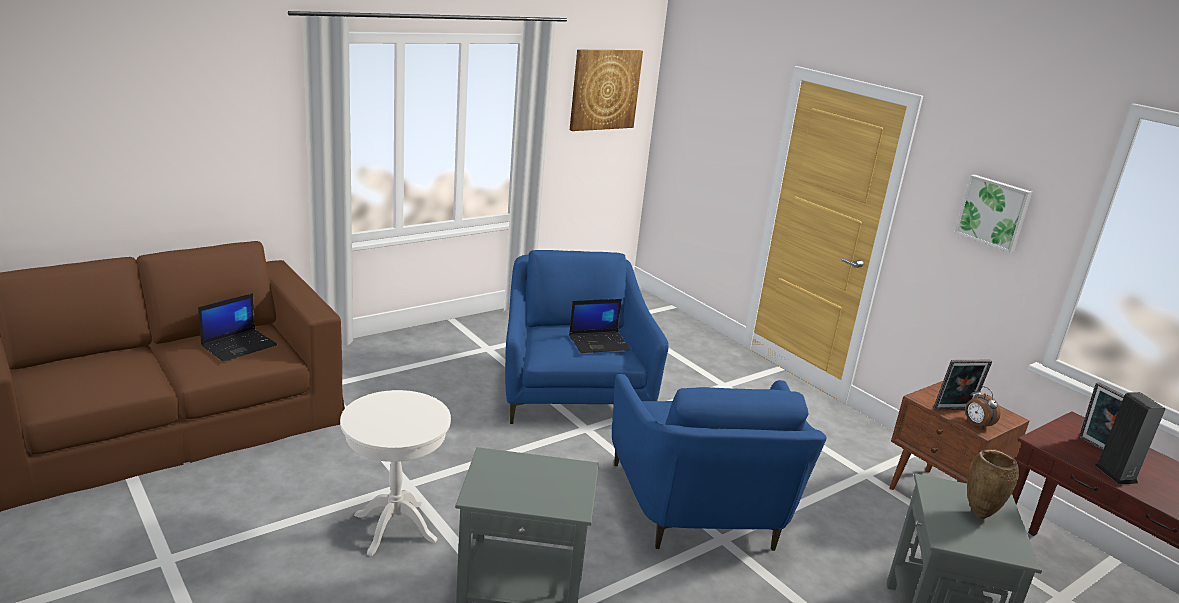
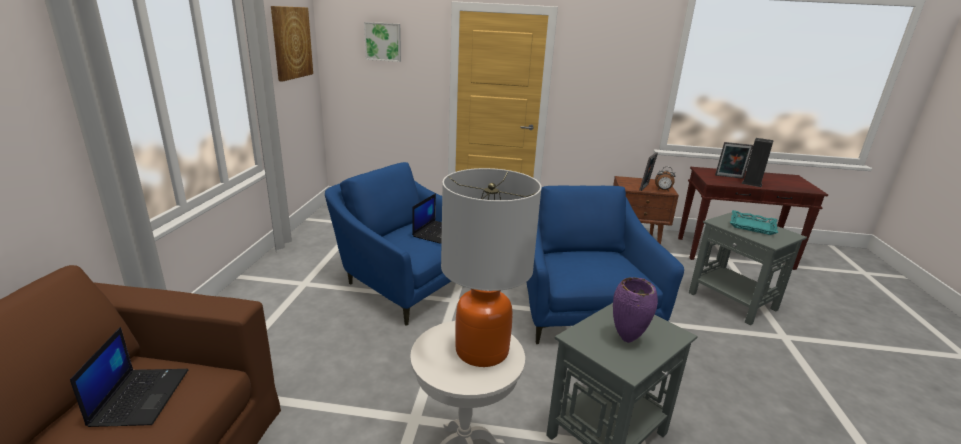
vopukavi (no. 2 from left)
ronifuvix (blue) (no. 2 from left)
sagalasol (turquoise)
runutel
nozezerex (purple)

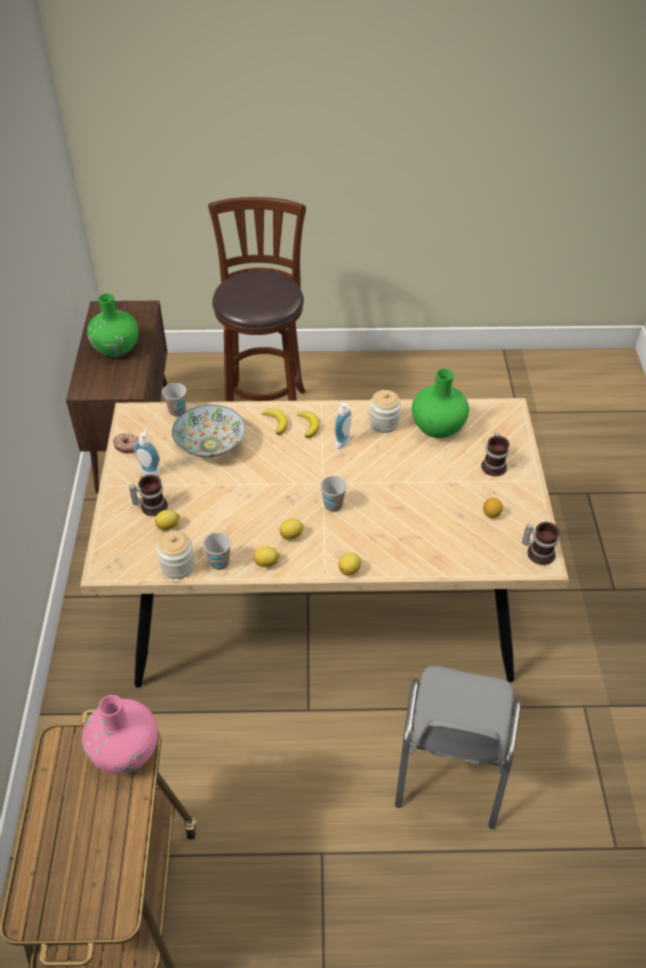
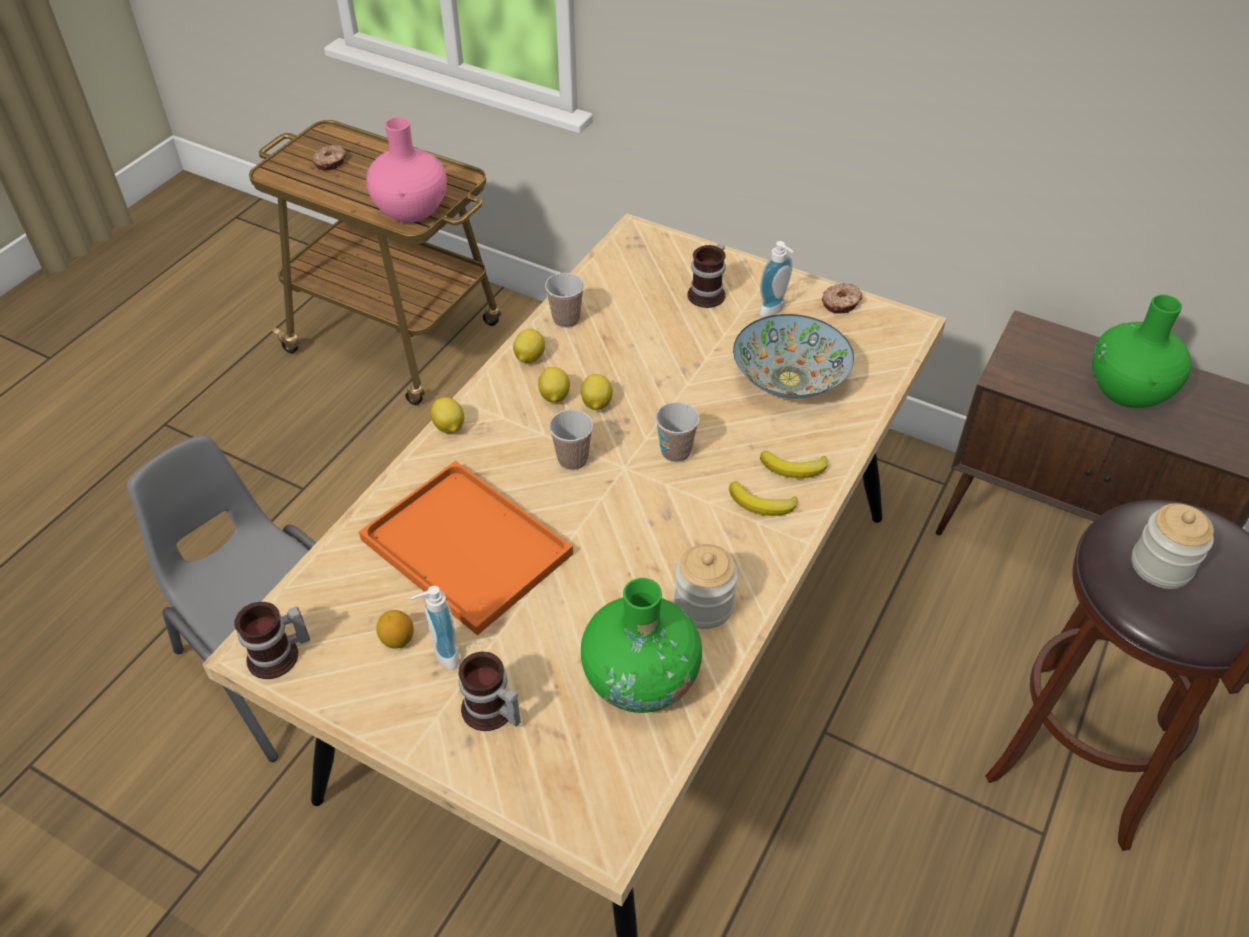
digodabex (no. 3 from left)
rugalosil (no. 1 from left)
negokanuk (no. 5 from left)
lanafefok (no. 2 from left)
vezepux (no. 1 from left)
sagalasol (orange)

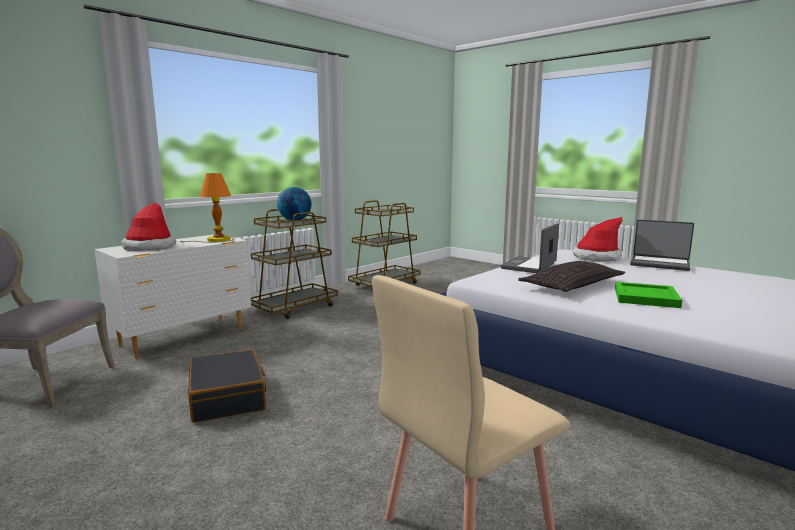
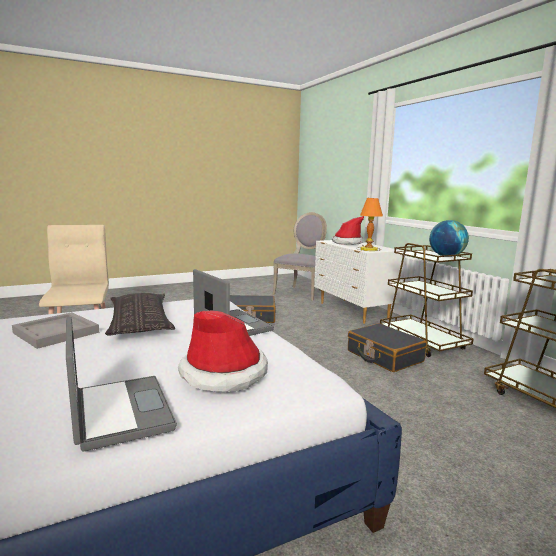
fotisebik (no. 1 from left)
sagalasol (grey)
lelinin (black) (no. 2 from left)

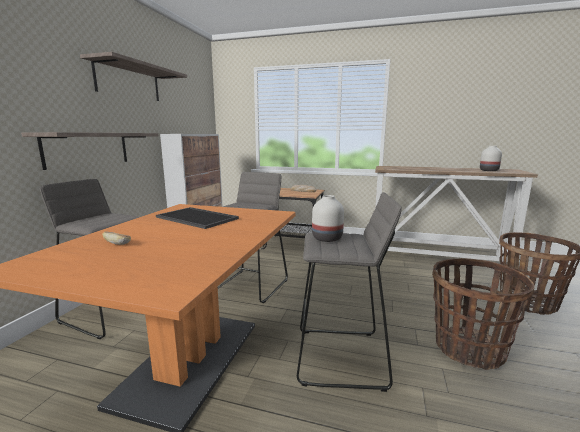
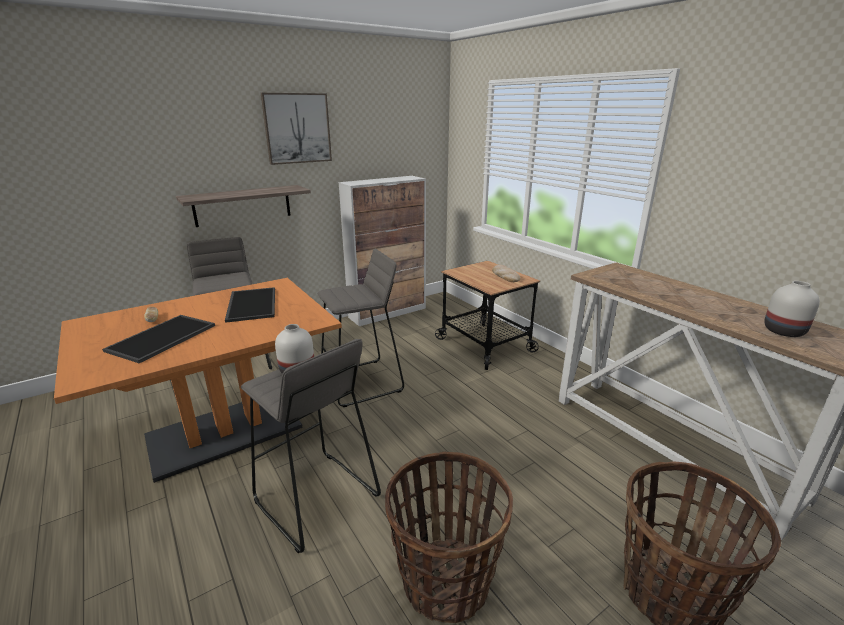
vopukavi
sagalasol (no. 1 from left)

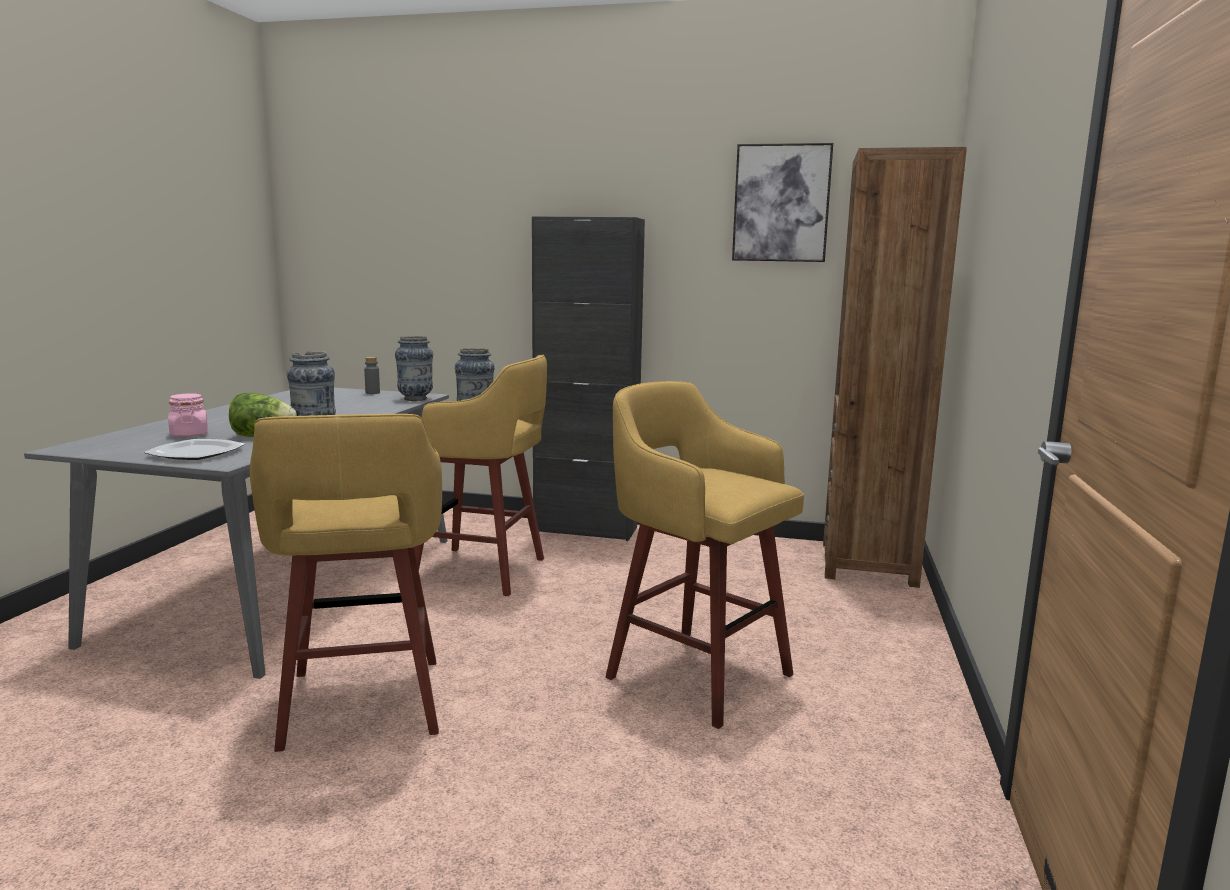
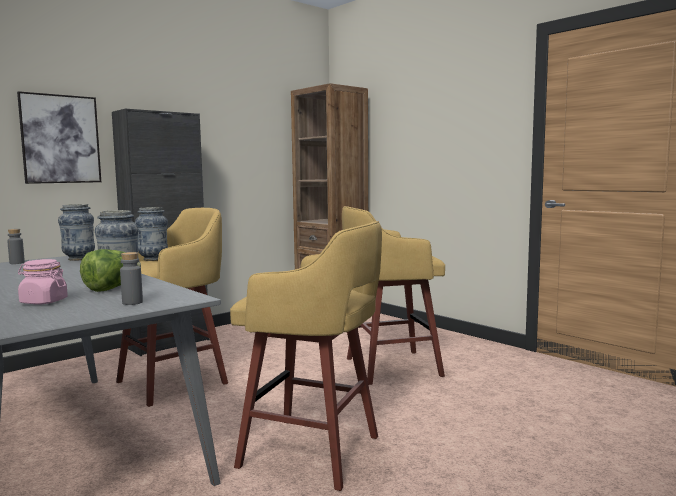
vopukavi
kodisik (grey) (no. 2 from left)

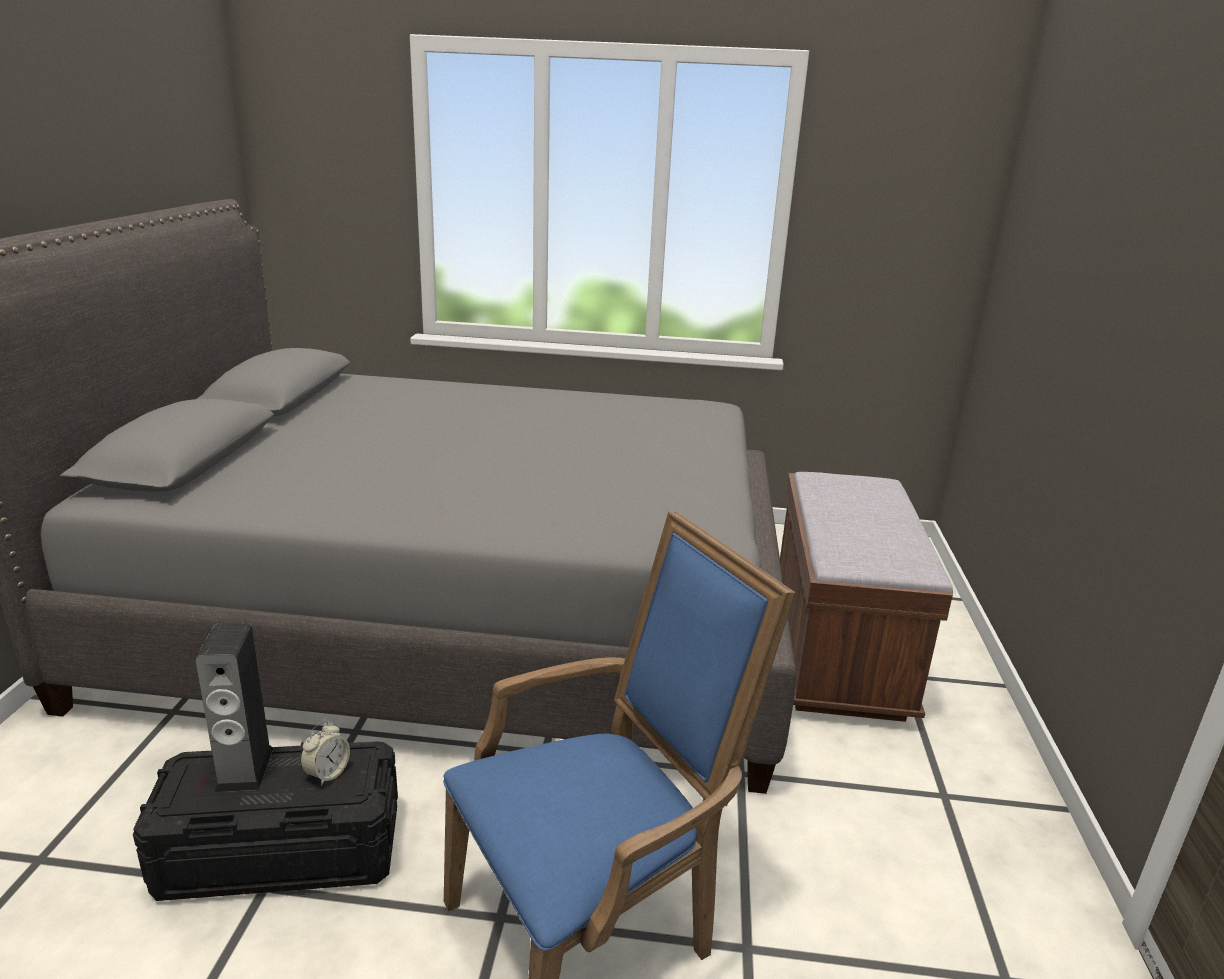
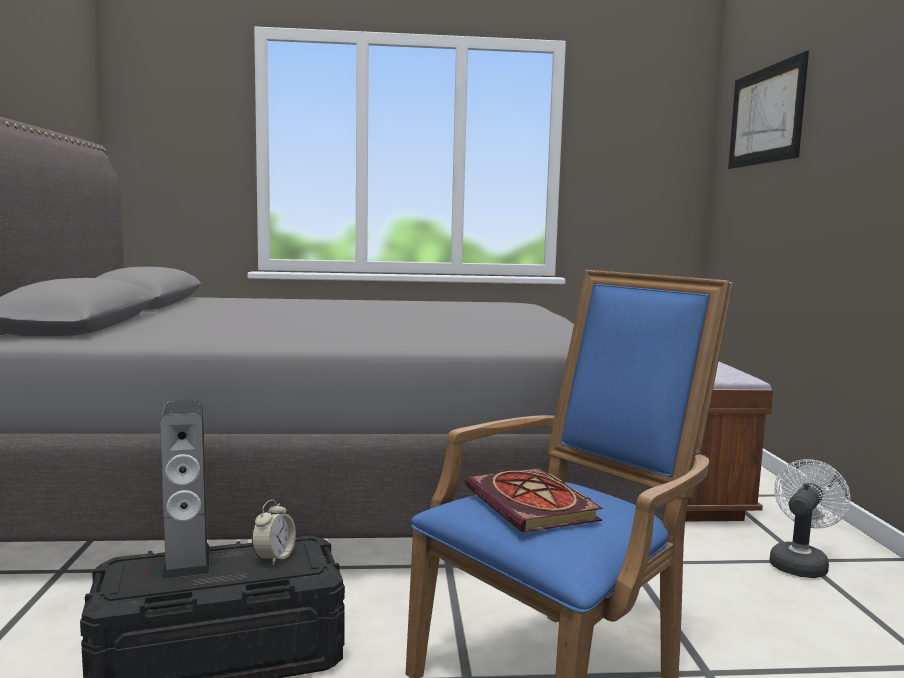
vopukavi
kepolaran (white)
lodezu

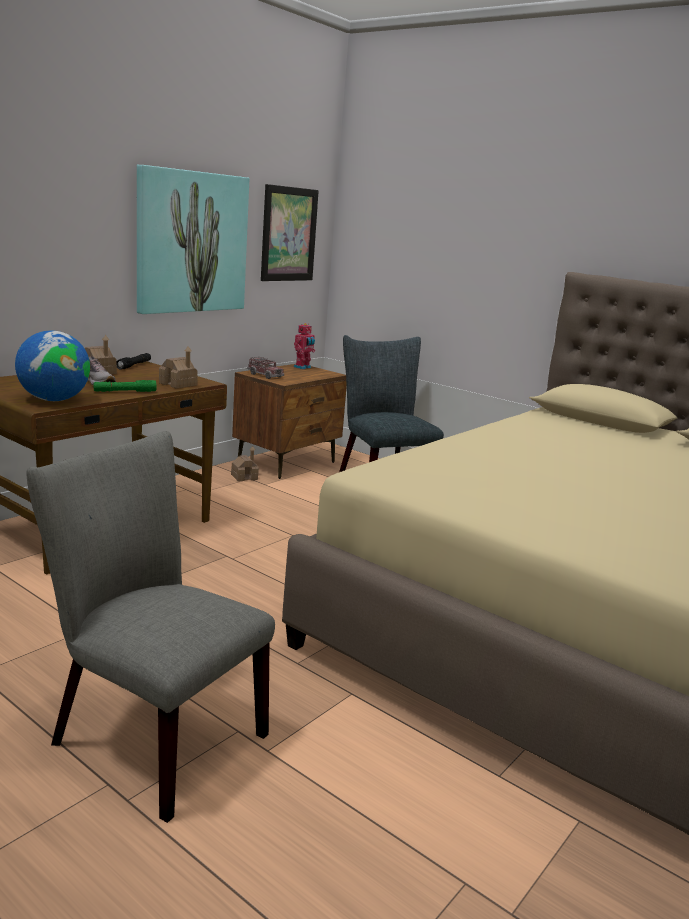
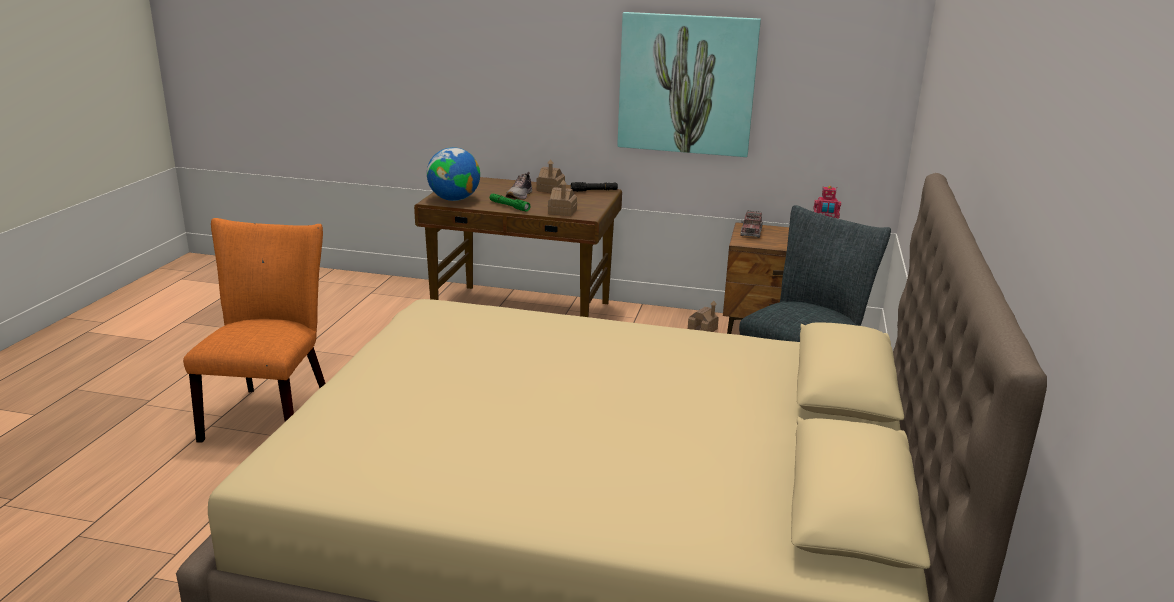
vopukavi (no. 2 from left in the first image)
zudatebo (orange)

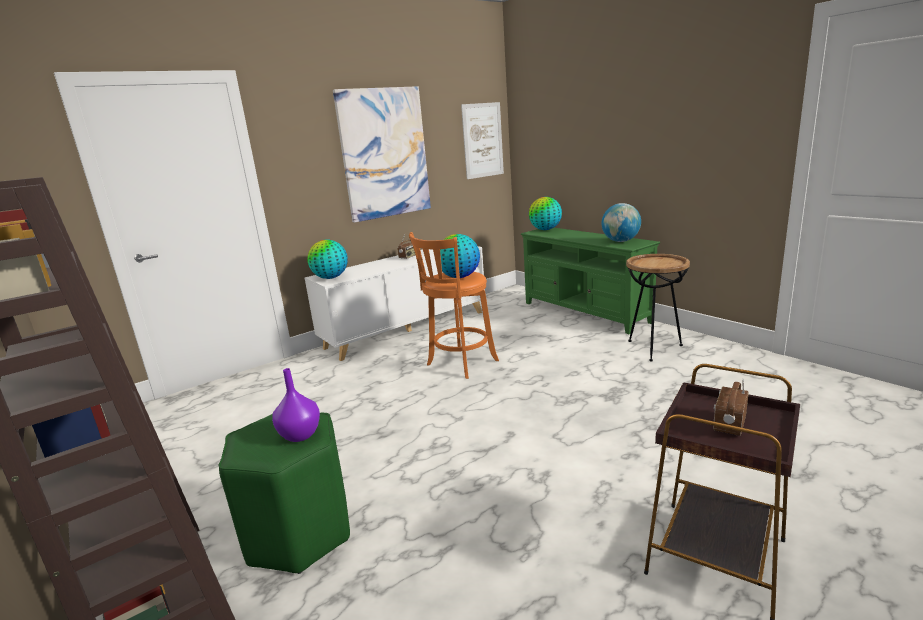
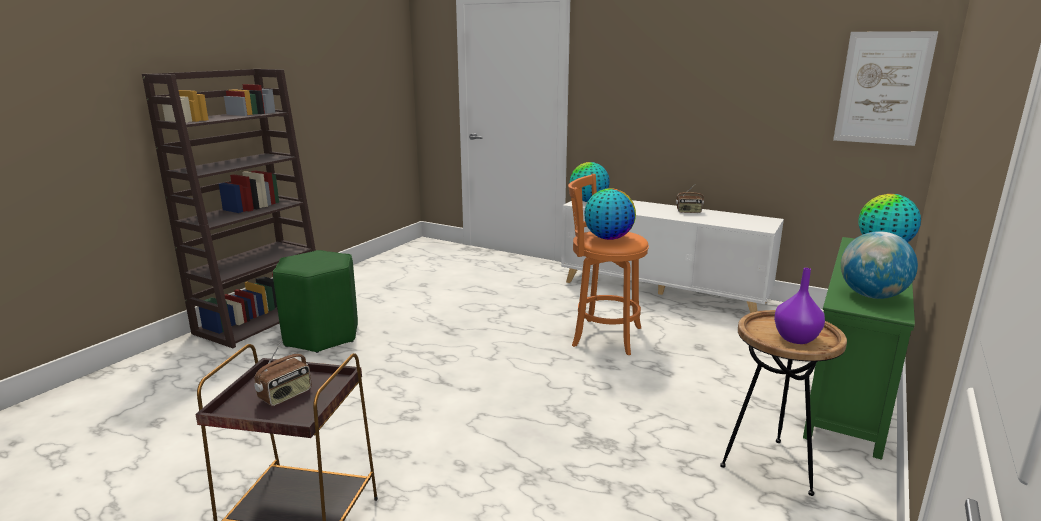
vopukavi (no. 1 from left in the first image)
nozezerex (purple)
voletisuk (no. 1 from left)

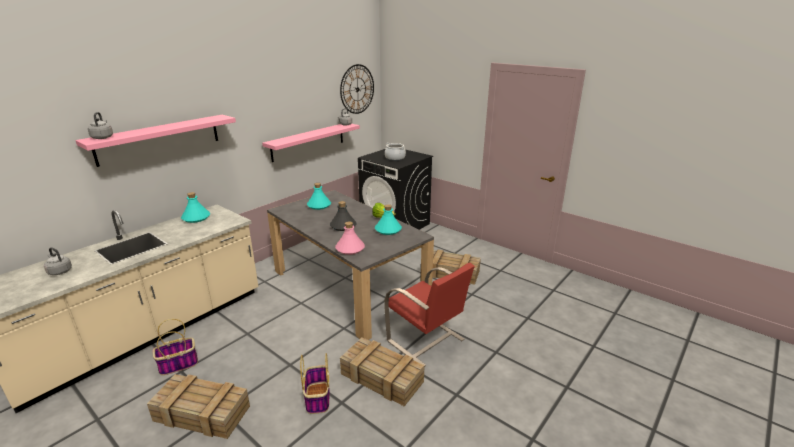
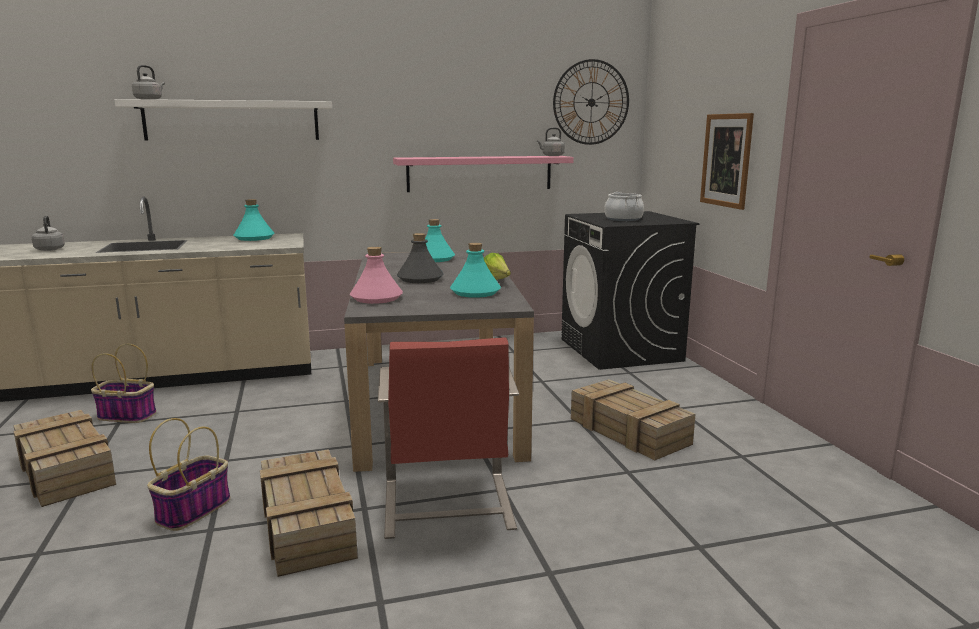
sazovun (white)
vopukavi

